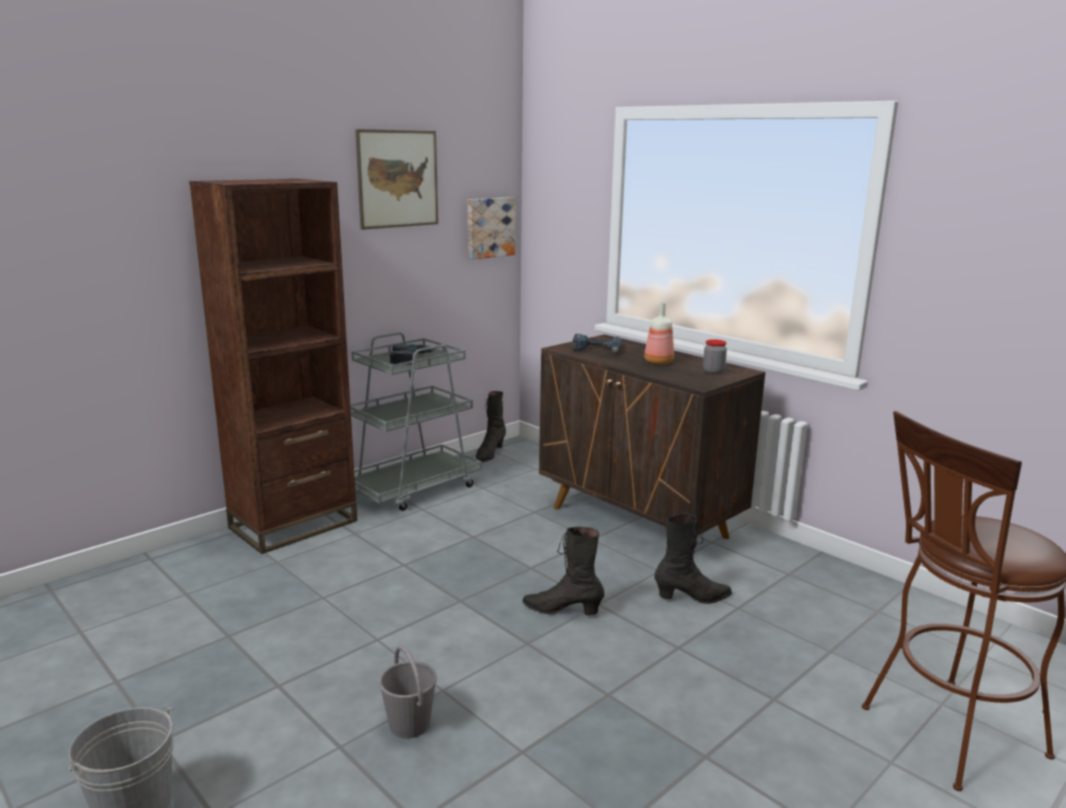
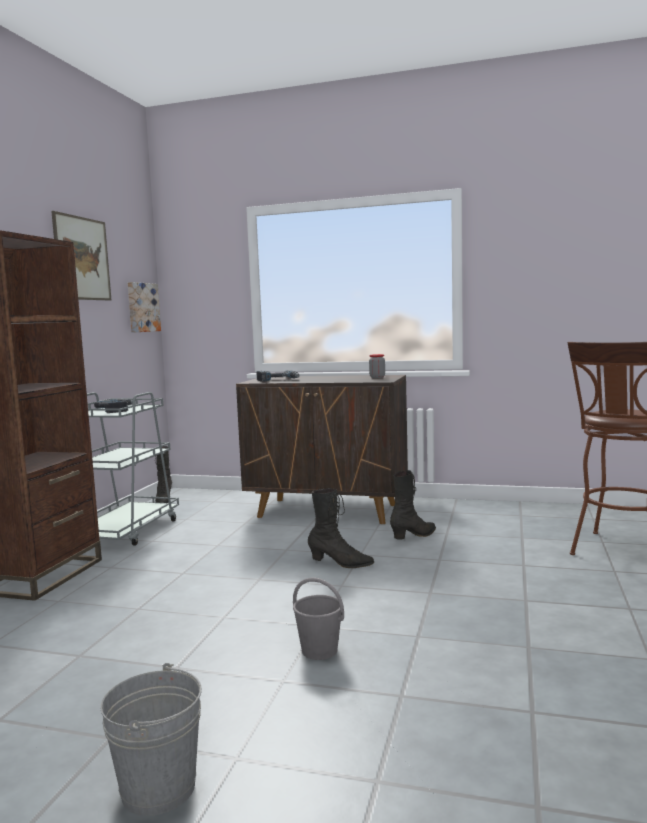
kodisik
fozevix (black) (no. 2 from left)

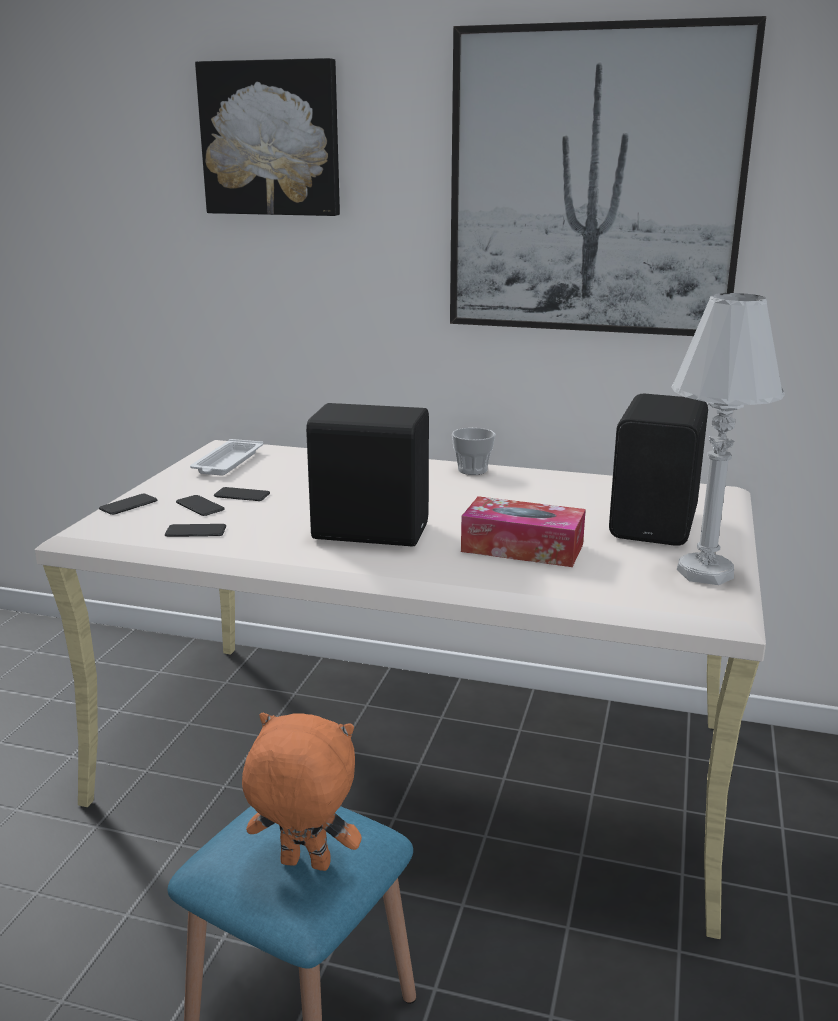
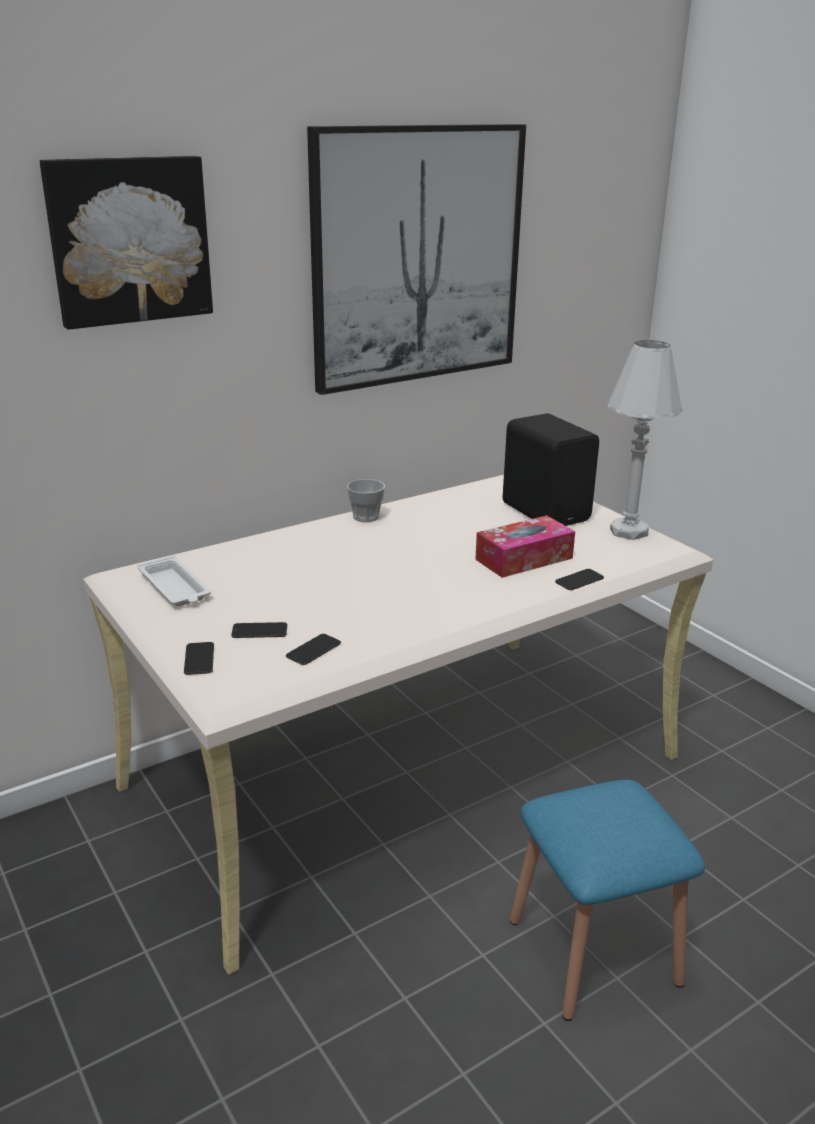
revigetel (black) (no. 1 from left in the first image)
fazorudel (no. 4 from left)
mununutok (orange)

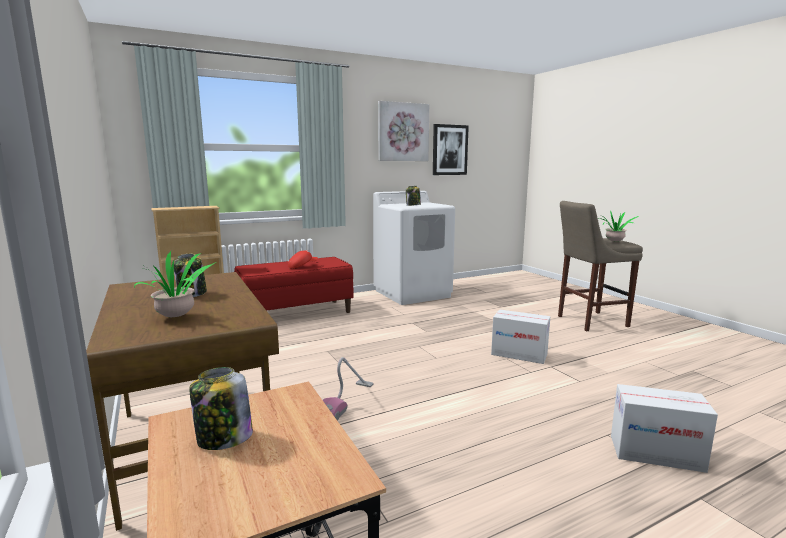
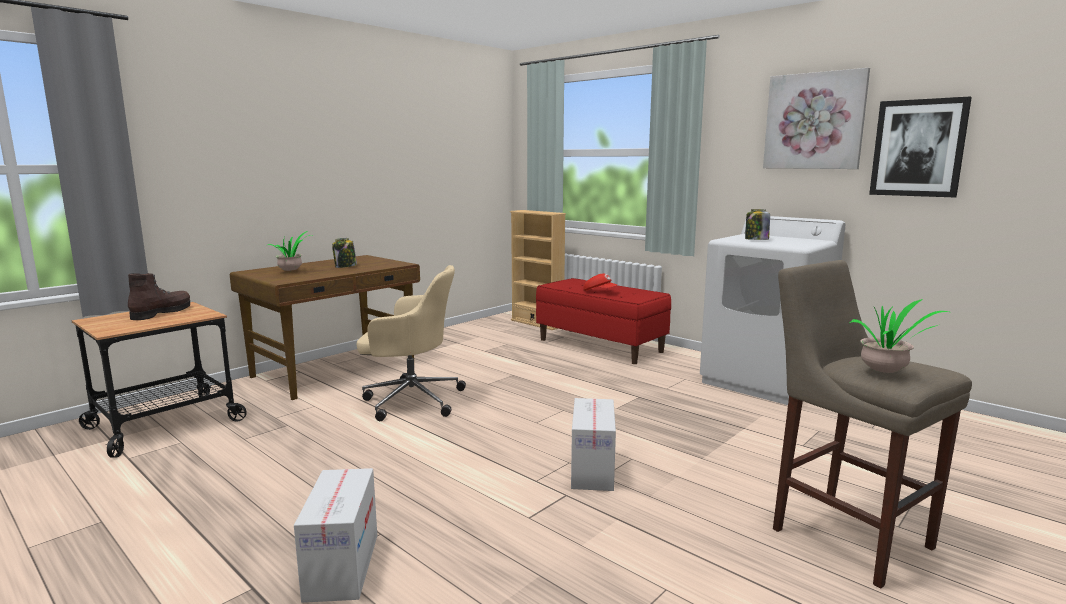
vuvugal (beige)
fozevix (brown)

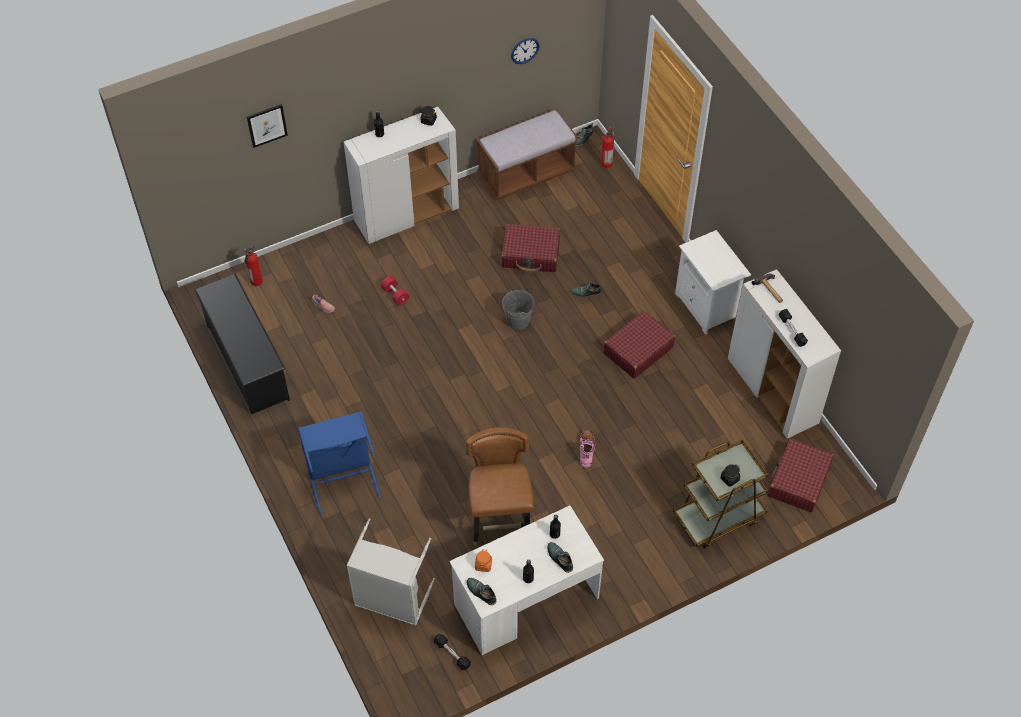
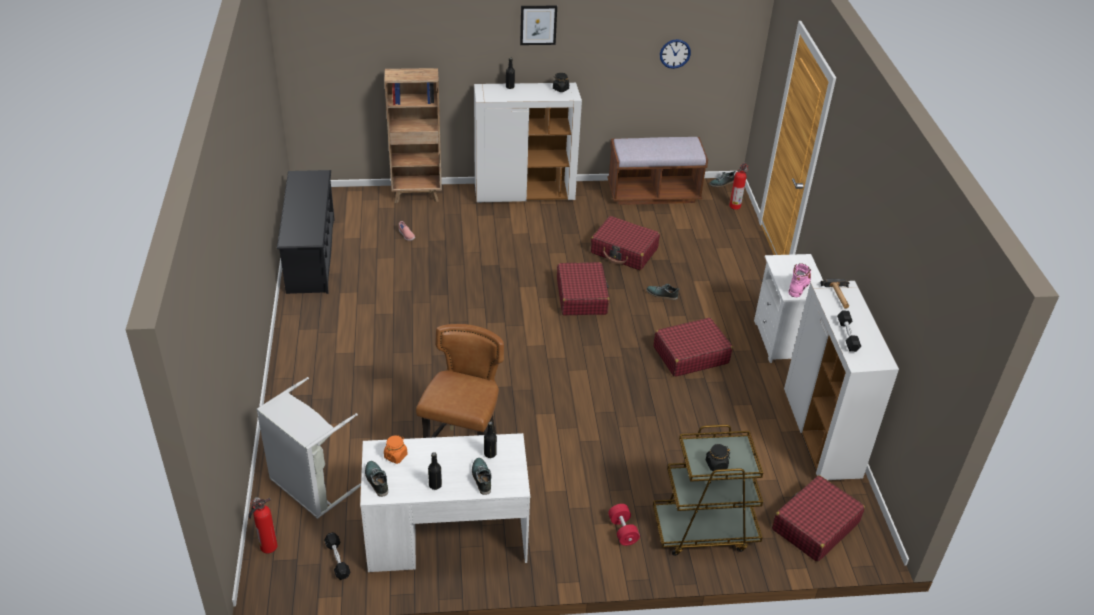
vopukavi
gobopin (no. 1 from left)
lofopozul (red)
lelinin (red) (no. 1 from left)
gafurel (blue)
fozevix (pink)
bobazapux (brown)

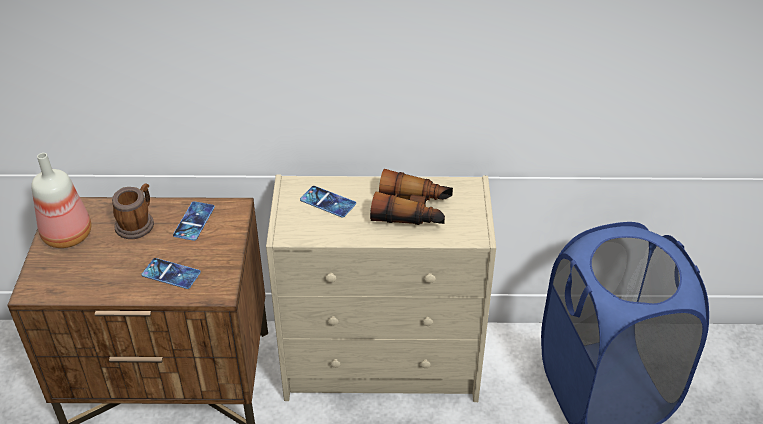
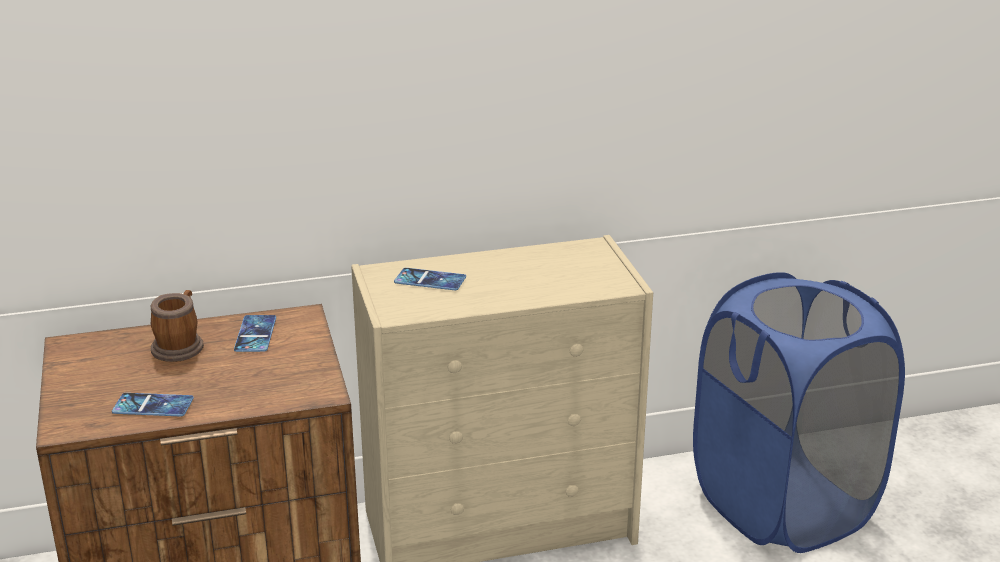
kodisik
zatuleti
fazorudel (no. 1 from left)

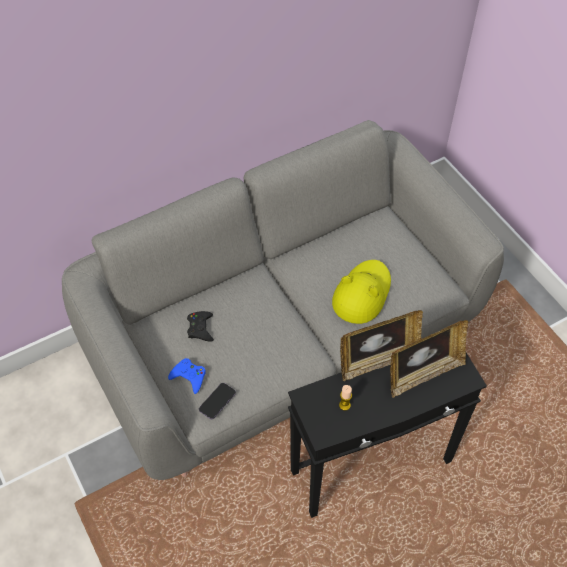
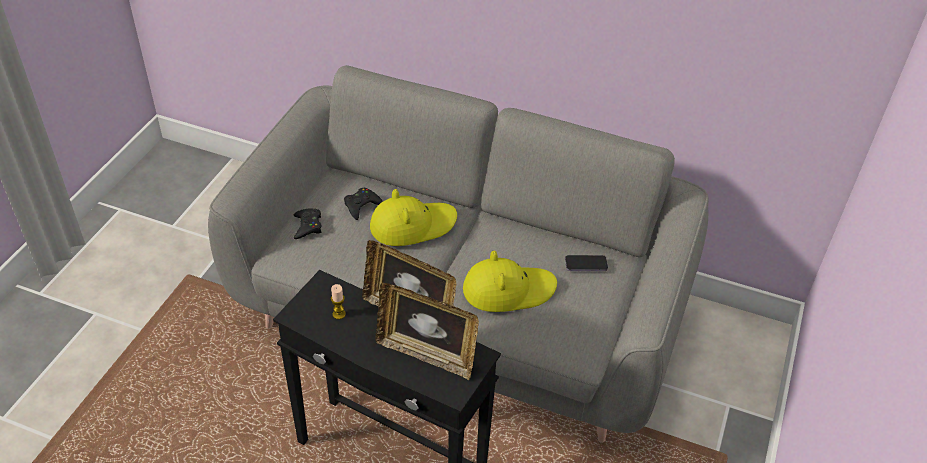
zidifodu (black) (no. 1 from left)
fazorudel
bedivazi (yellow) (no. 1 from left)

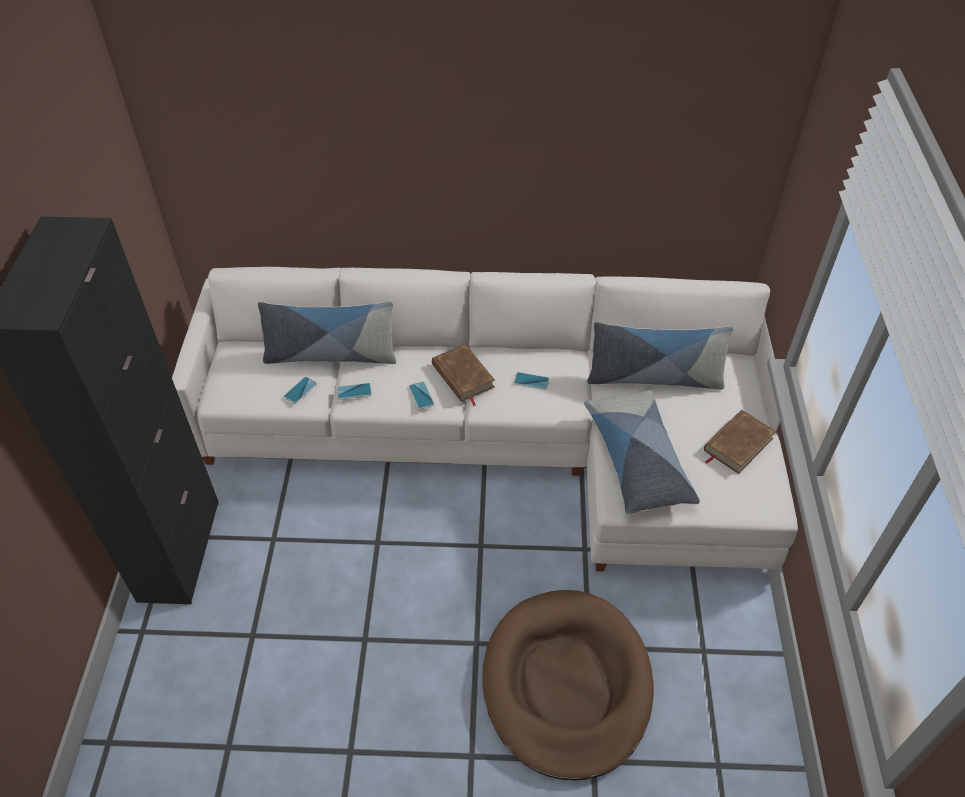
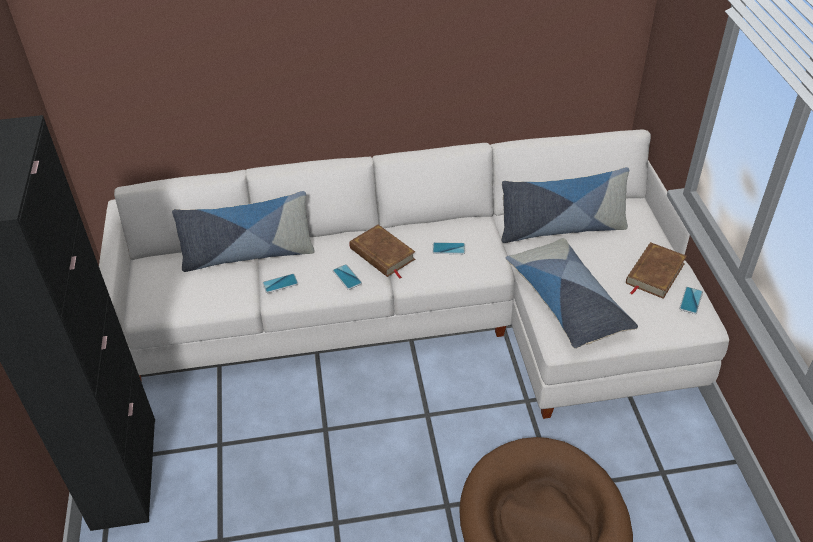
fazorudel (no. 4 from left)

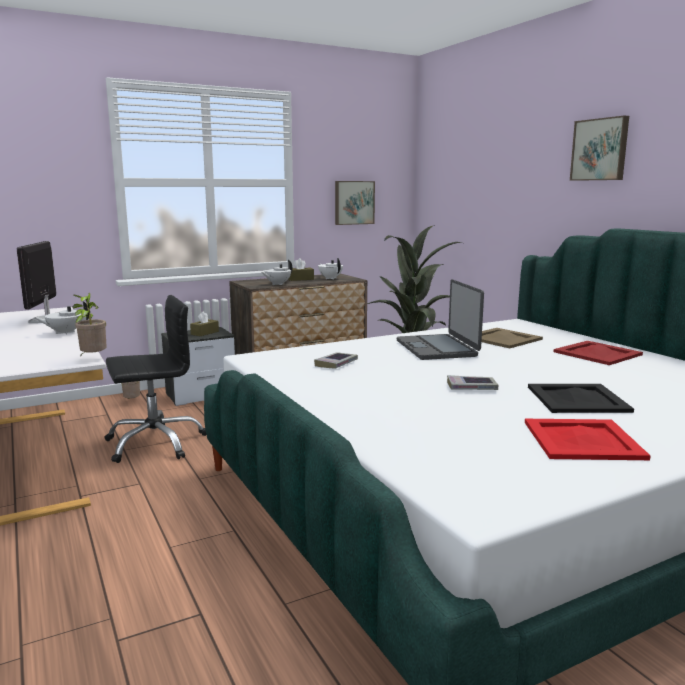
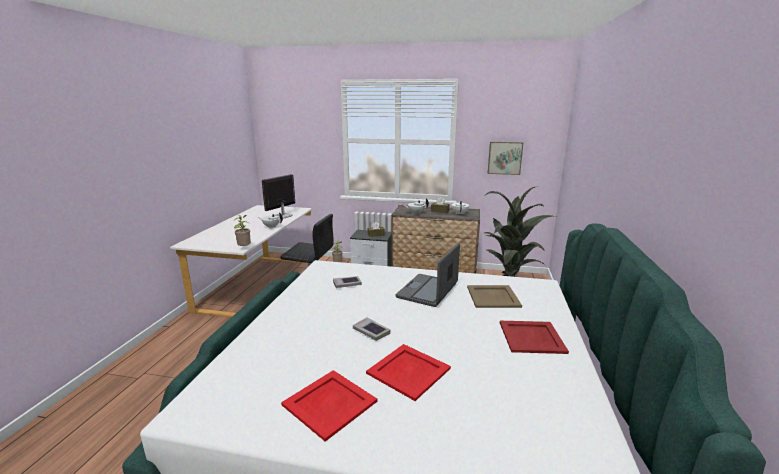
vopukavi (no. 2 from left in the first image)
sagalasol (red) (no. 2 from left)

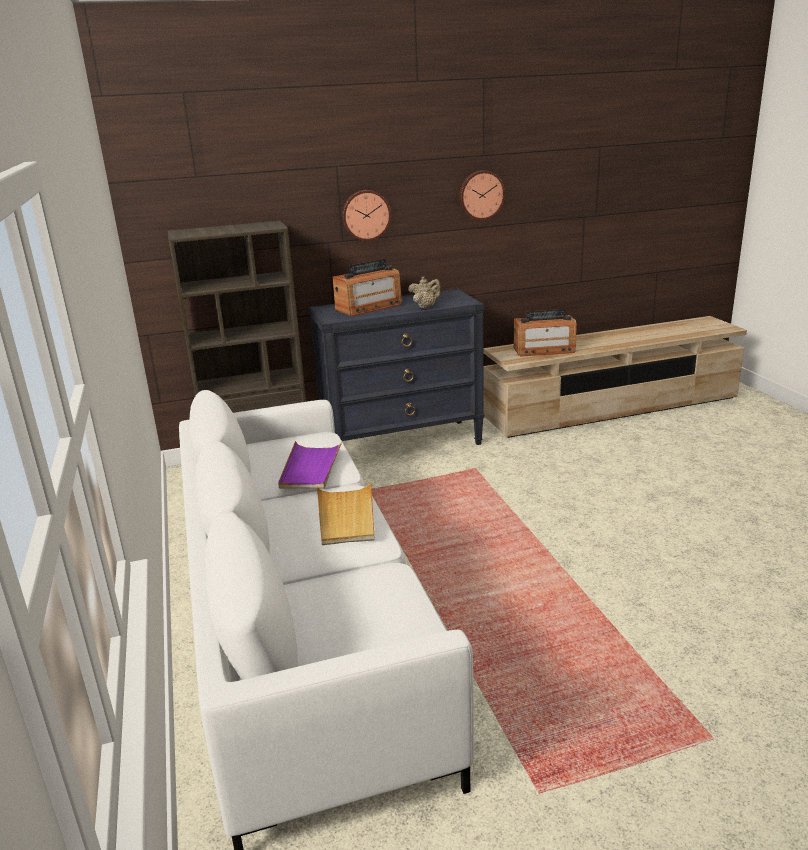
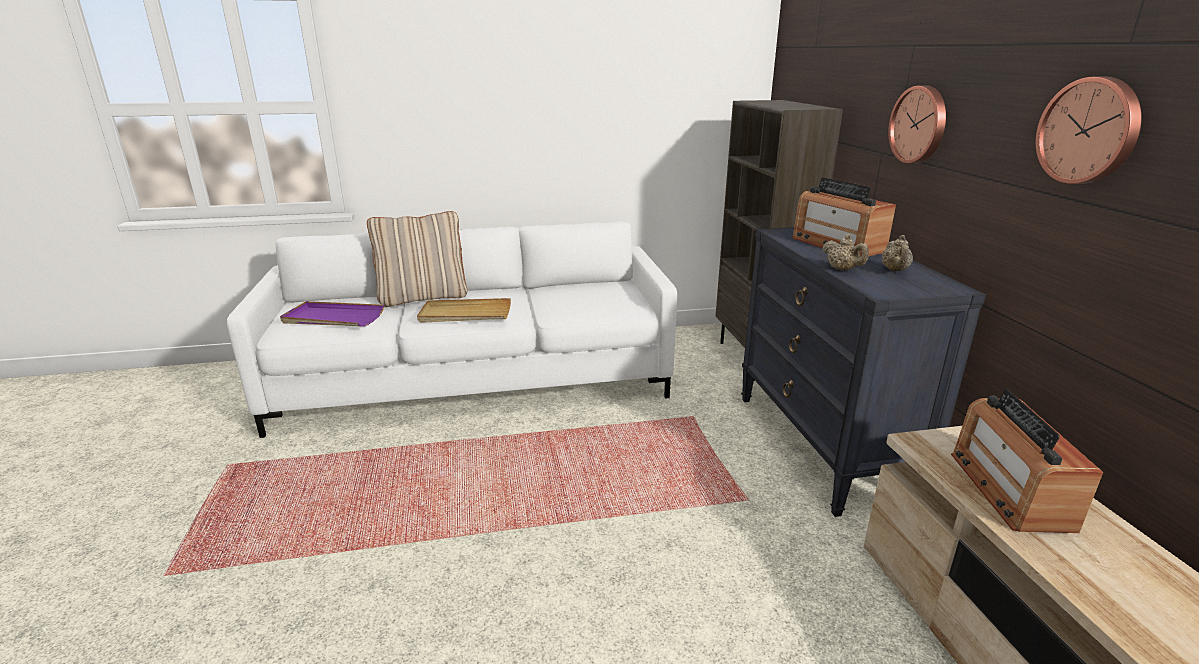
sagalasol (purple)
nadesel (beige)

